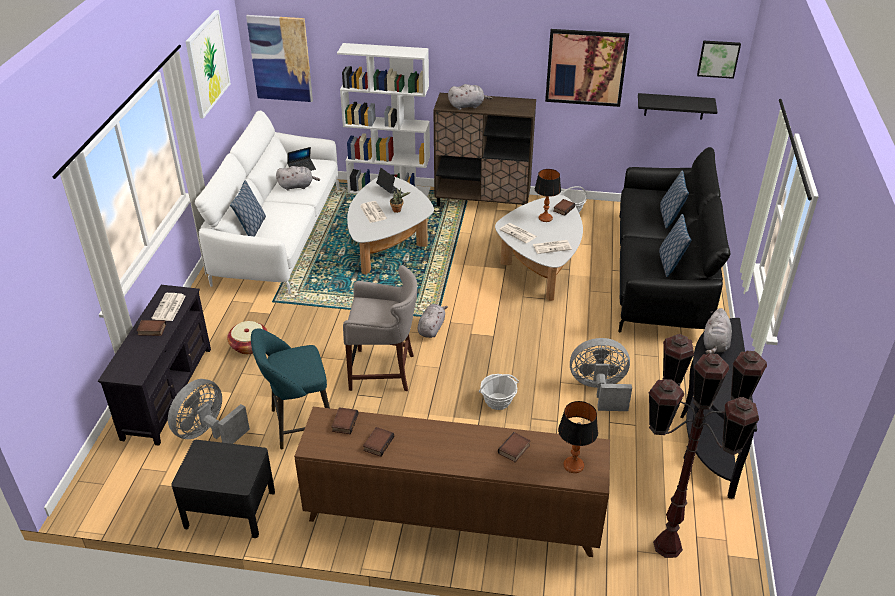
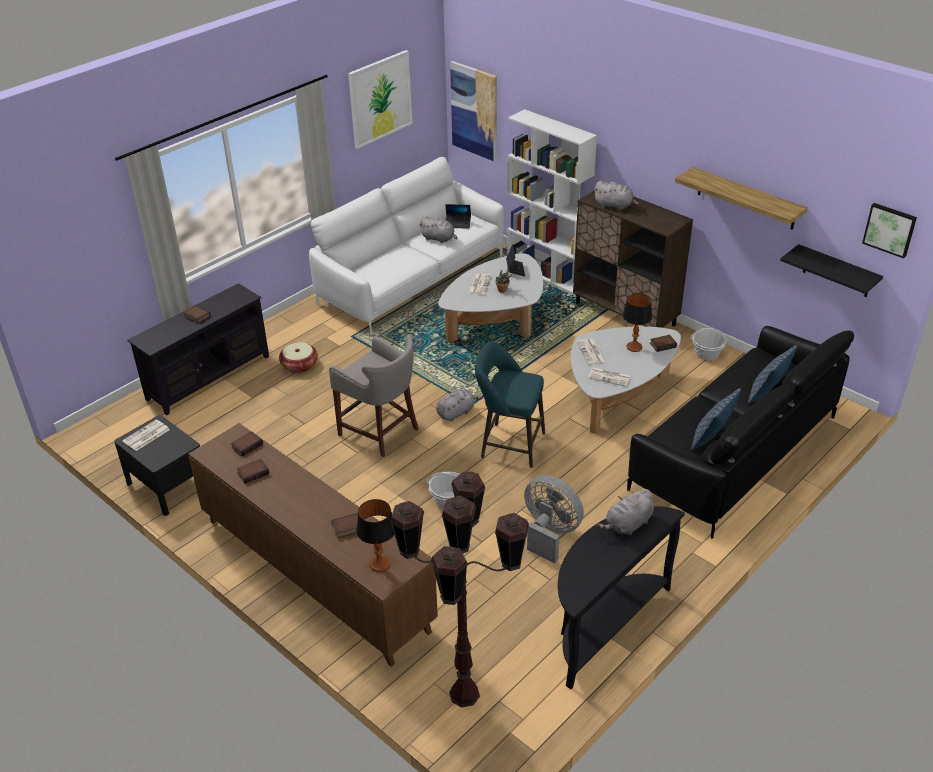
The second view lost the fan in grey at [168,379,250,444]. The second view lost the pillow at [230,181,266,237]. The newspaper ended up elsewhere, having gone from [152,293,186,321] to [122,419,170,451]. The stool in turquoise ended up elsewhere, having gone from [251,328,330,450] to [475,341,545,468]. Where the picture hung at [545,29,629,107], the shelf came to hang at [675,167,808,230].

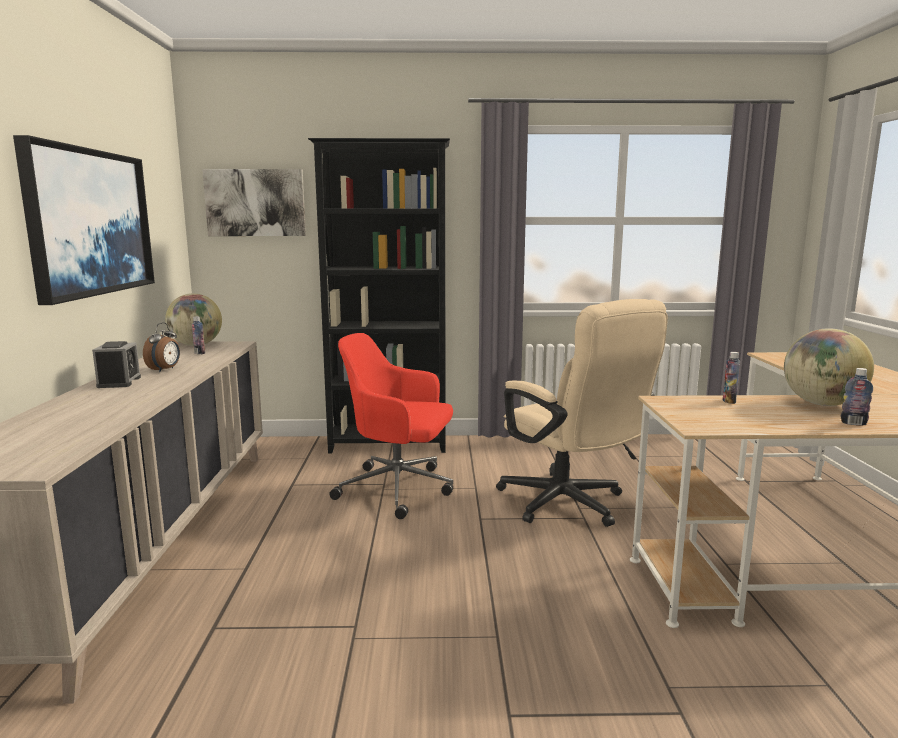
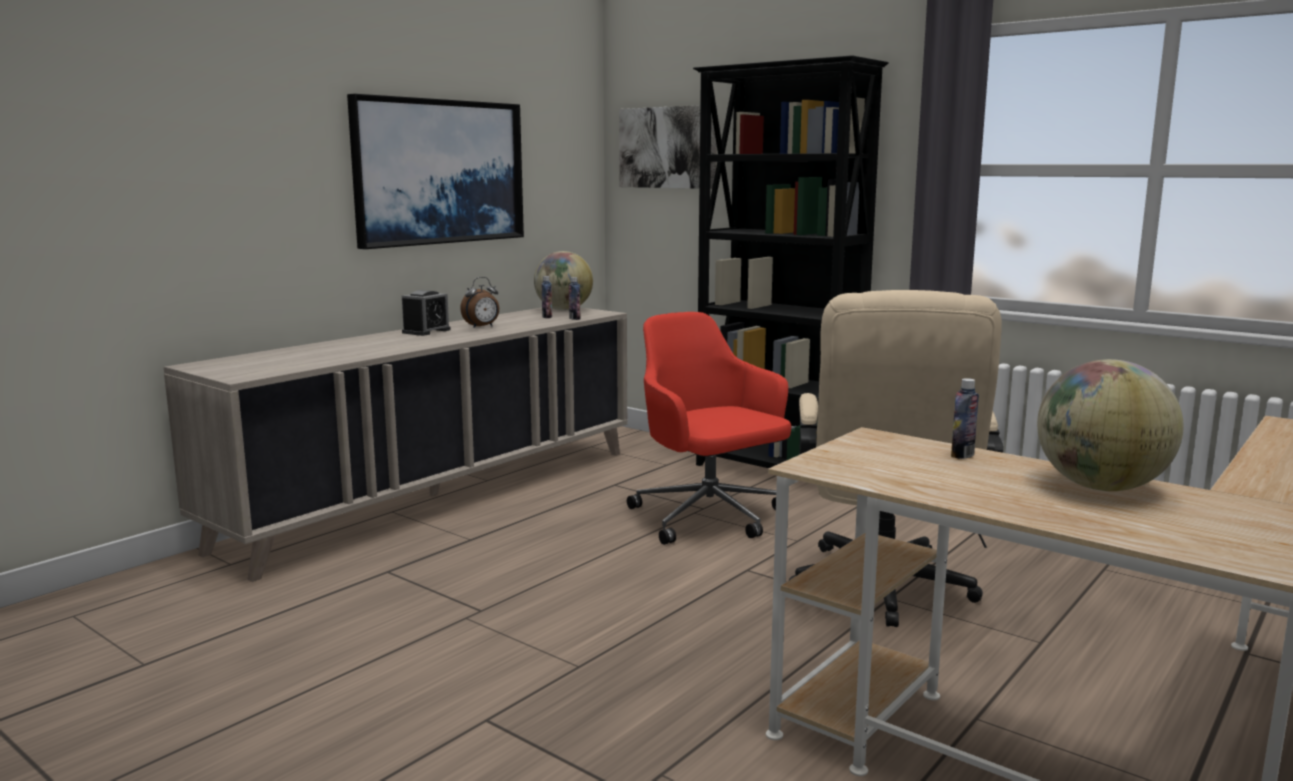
The bottle ended up elsewhere, having gone from [841,368,873,426] to [569,277,581,320].

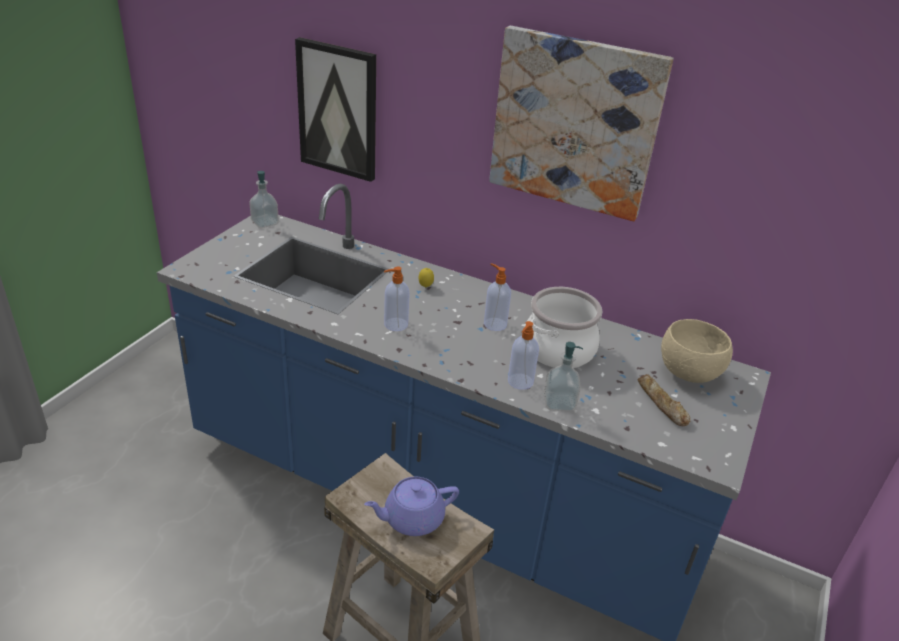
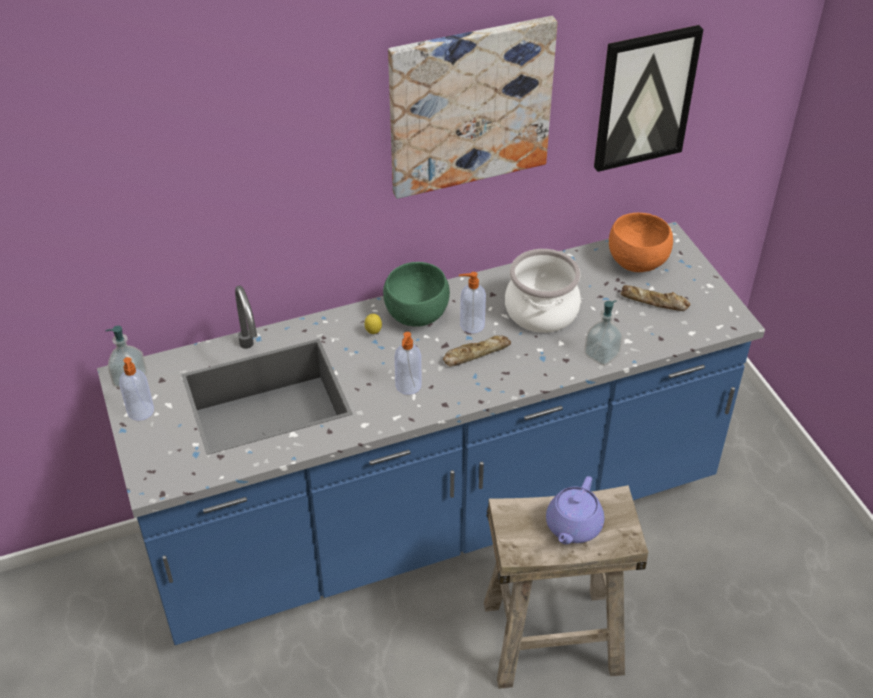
The second view gained the bowl in green at [383,262,450,327]. The second view gained the bread at [443,335,511,366]. The picture ended up elsewhere, having gone from [295,37,376,182] to [594,25,703,172]. The soap dispenser ended up elsewhere, having gone from [508,321,539,390] to [119,357,154,421]. What was the bowl in beige at [661,319,733,383] turned into the bowl in orange at [609,213,673,272].

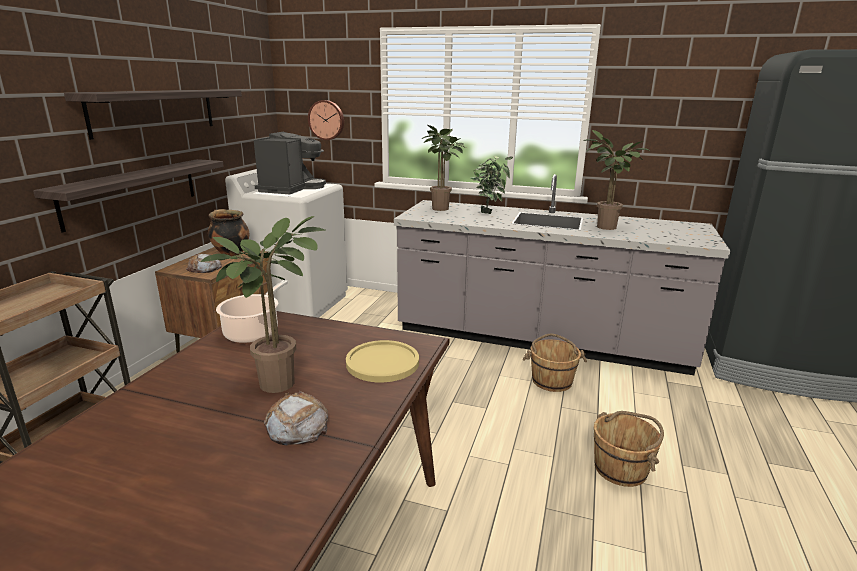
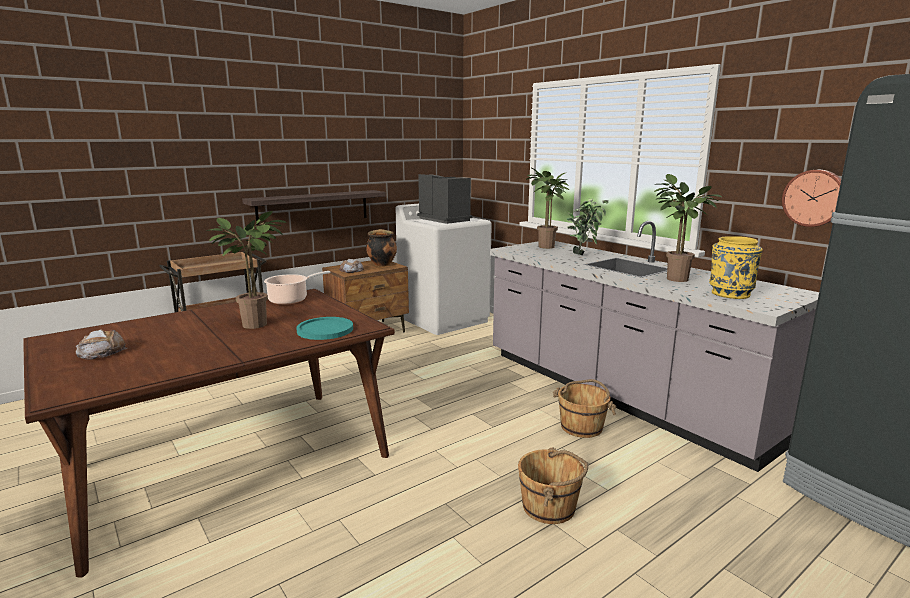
The second view lost the shelf at [64,90,242,140]. The second view gained the vase in yellow at [709,236,763,299]. The bread ended up elsewhere, having gone from [264,391,329,445] to [75,329,127,360]. The wall clock ended up elsewhere, having gone from [308,100,344,140] to [782,170,841,227]. What was the plate in yellow at [346,340,419,382] turned into the plate in turquoise at [296,317,353,340]. The coffee machine at [254,132,326,194] ended up facing another way, 90 degrees counterclockwise from before.

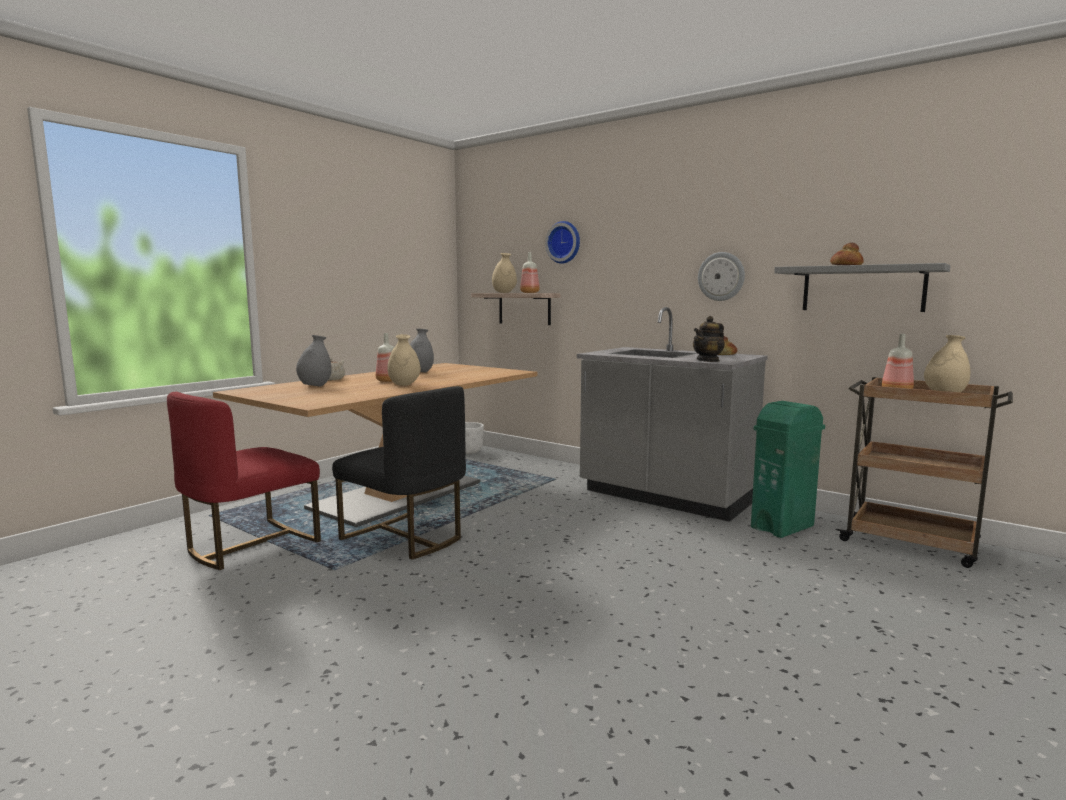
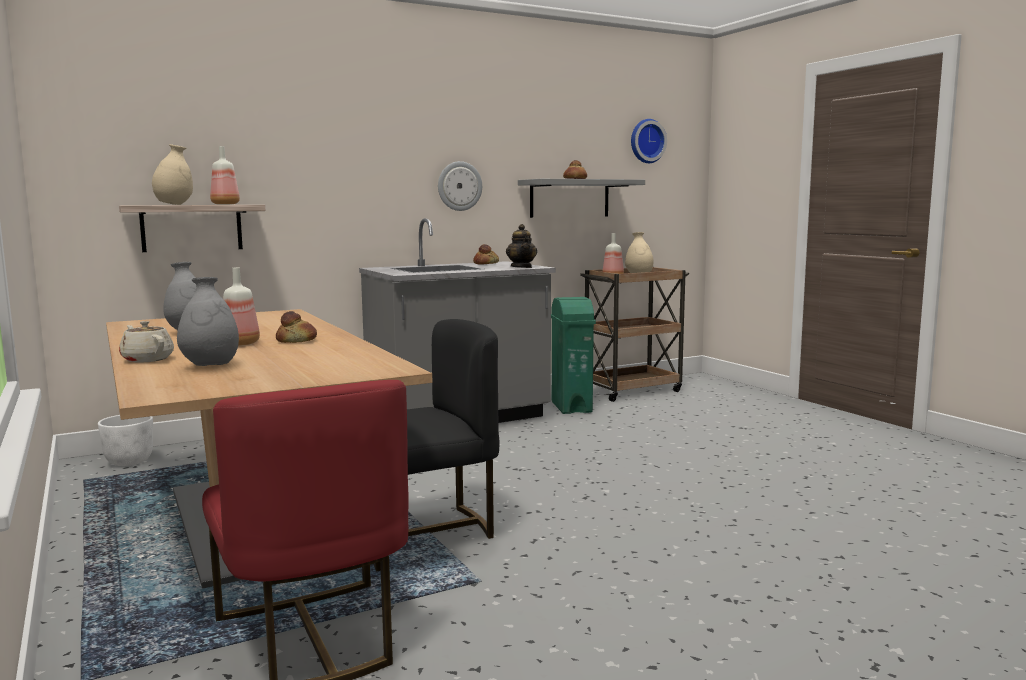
The wall clock ended up elsewhere, having gone from [545,221,580,264] to [631,119,667,163]. Where the vase in beige stood at [387,334,421,386], the bread came to stand at [276,311,317,343].

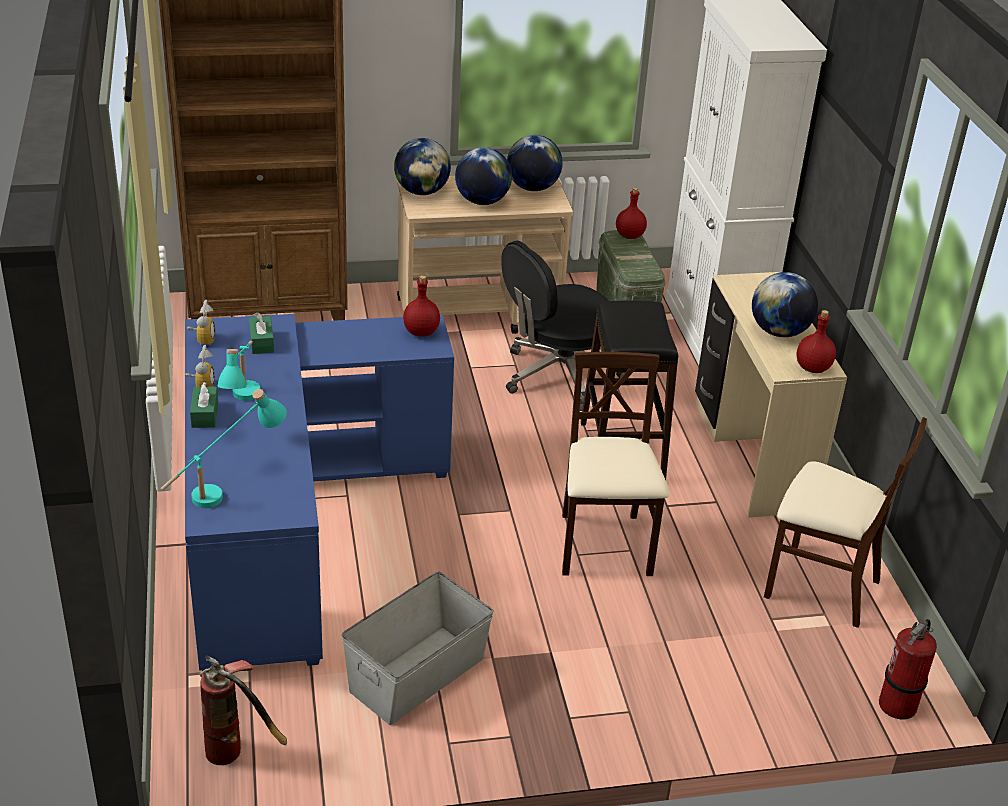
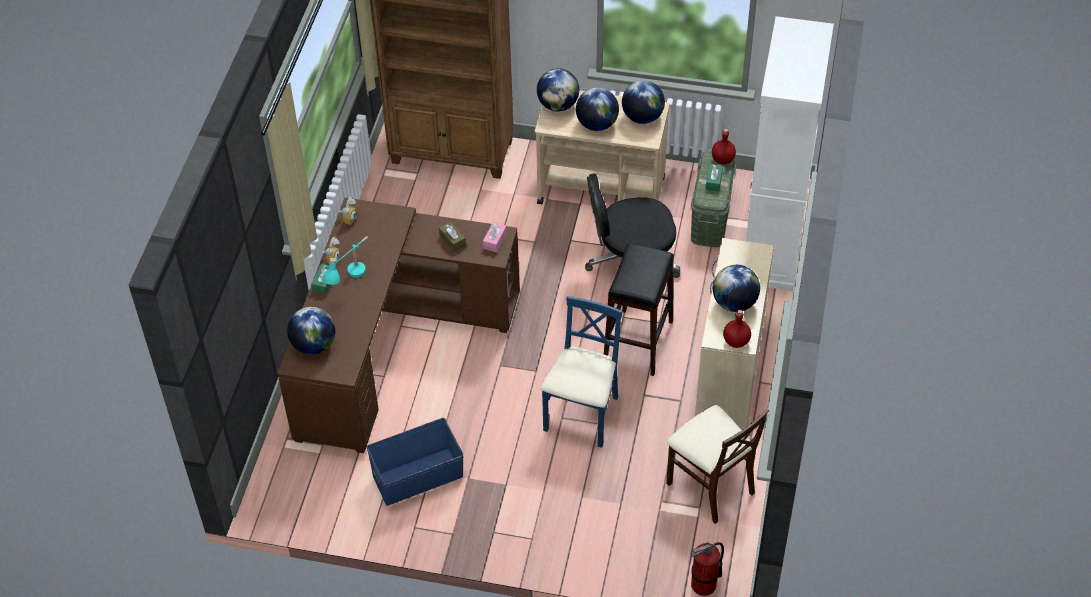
The second view lost the fire extinguisher at [200,656,287,765]. The second view gained the tissue box in brown at [439,222,466,252]. The tissue box in green ended up elsewhere, having gone from [249,313,274,354] to [705,164,723,192]. Where the table lamp in turquoise stood at [160,389,287,508], the globe came to stand at [287,307,336,355]. Where the bottle in red stood at [403,275,440,337], the tissue box in pink came to stand at [483,222,507,252]. What was the desk in blue at [185,314,454,671] turned into the desk in brown at [278,198,520,453]. What was the storage box in grey at [342,572,494,725] turned into the storage box in blue at [367,418,463,506]. What was the chair in beige at [562,352,669,576] turned into the chair in blue at [540,296,622,448].

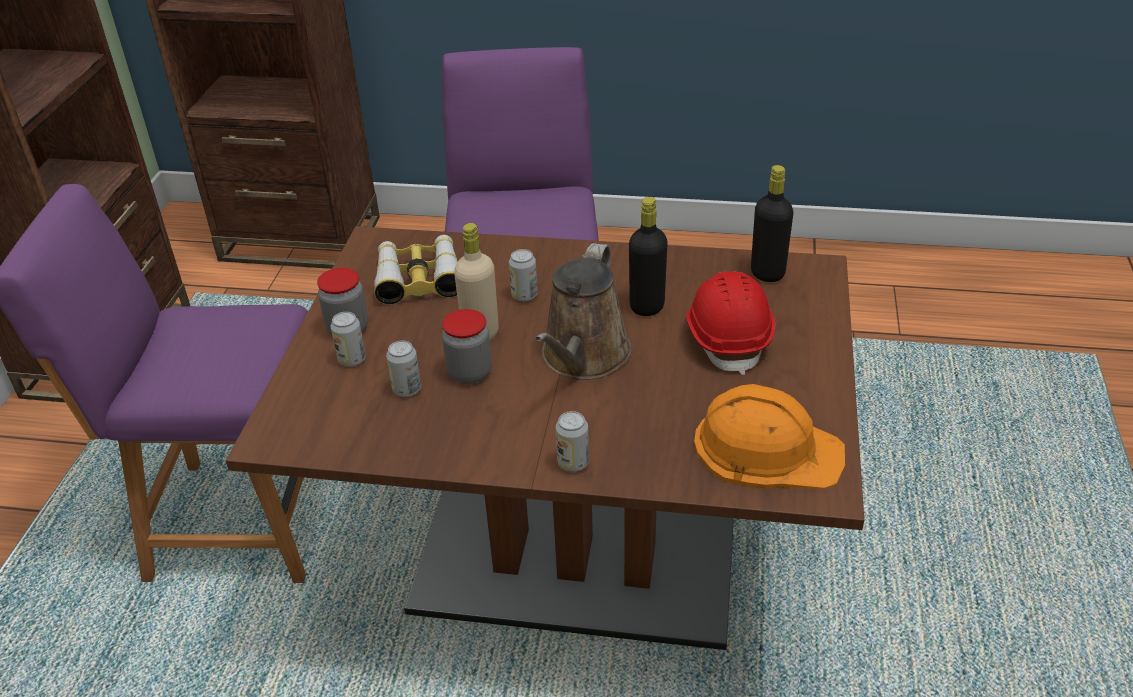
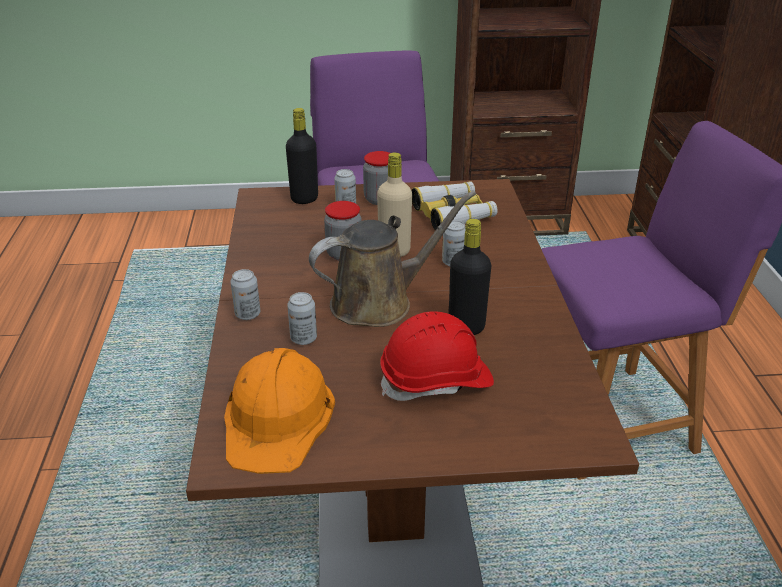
The can ended up elsewhere, having gone from [386,340,421,397] to [287,292,317,345]. The bottle in black ended up elsewhere, having gone from [751,165,793,282] to [286,108,318,204]. The watering can in brown at [535,243,632,380] ended up facing another way, 150 degrees clockwise from before.

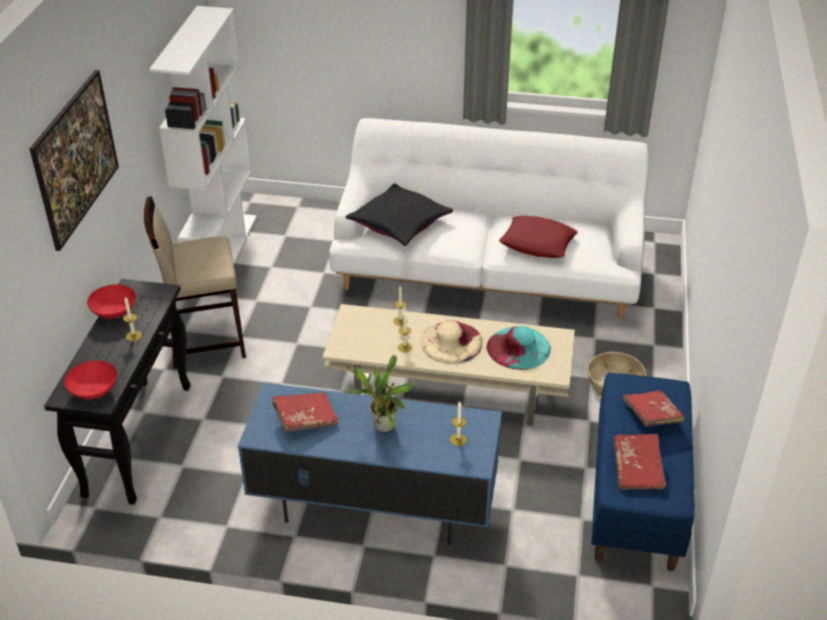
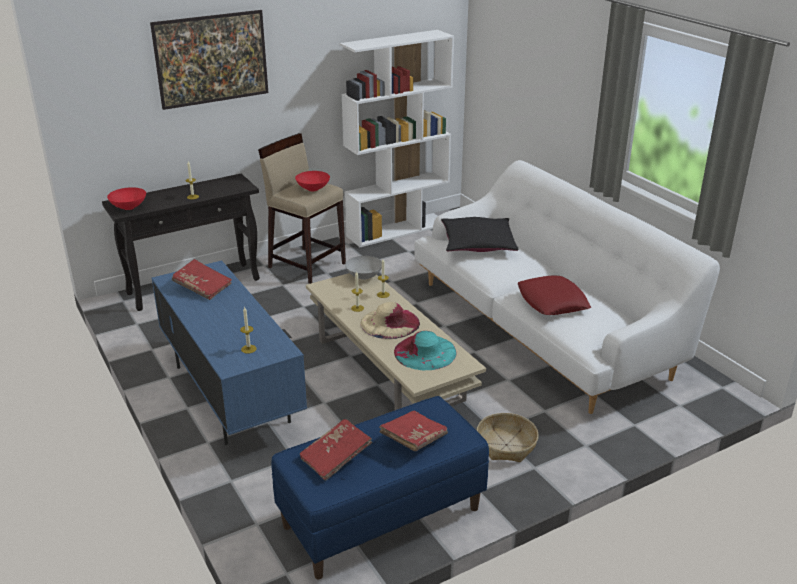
The second view lost the potted plant at [346,355,417,432]. The second view gained the bowl in grey at [345,256,382,280]. The bowl in red ended up elsewhere, having gone from [87,284,136,319] to [295,171,330,191].

